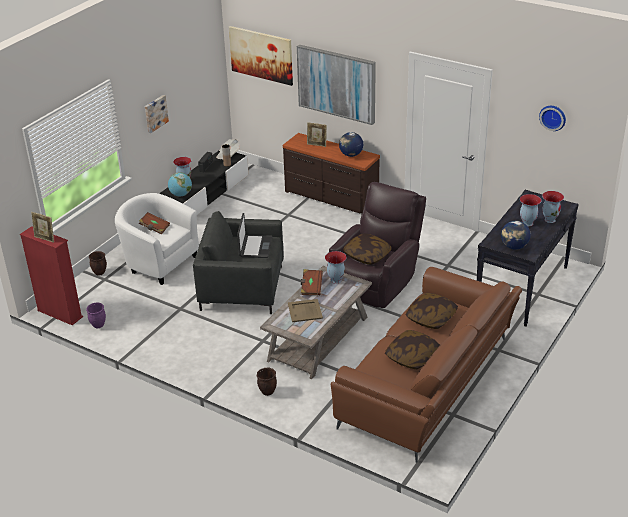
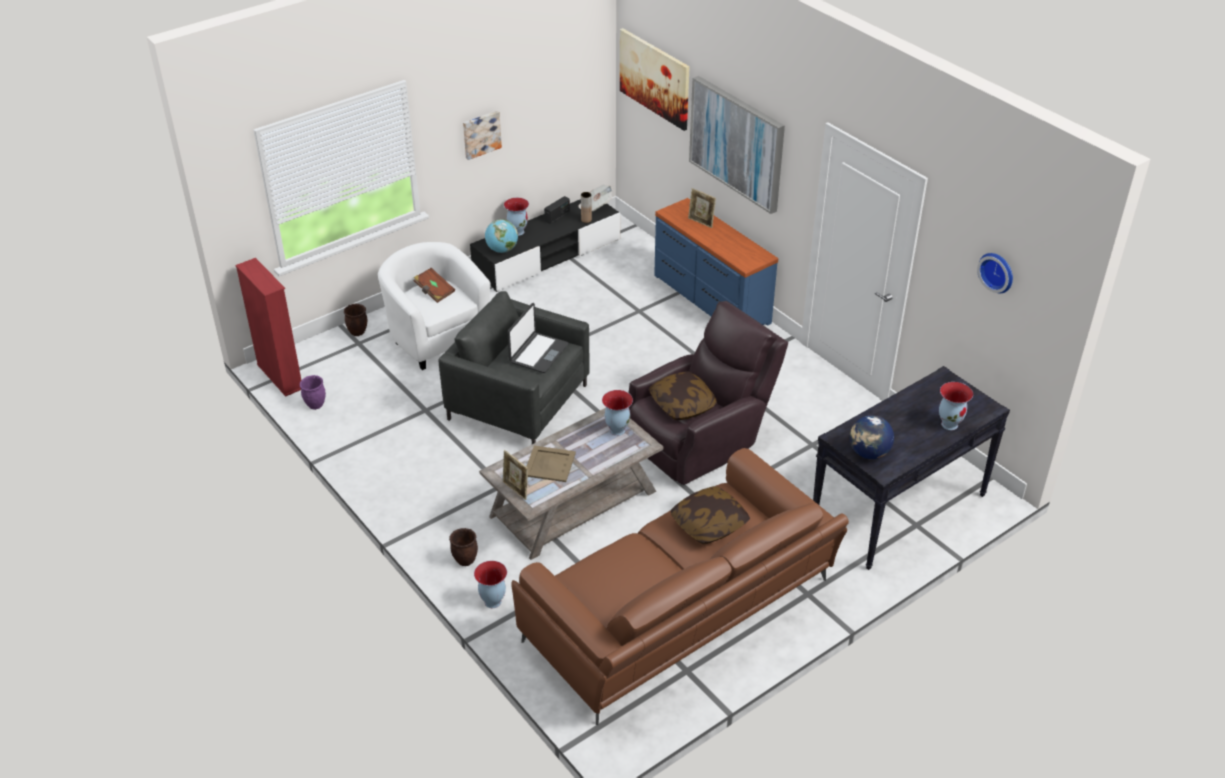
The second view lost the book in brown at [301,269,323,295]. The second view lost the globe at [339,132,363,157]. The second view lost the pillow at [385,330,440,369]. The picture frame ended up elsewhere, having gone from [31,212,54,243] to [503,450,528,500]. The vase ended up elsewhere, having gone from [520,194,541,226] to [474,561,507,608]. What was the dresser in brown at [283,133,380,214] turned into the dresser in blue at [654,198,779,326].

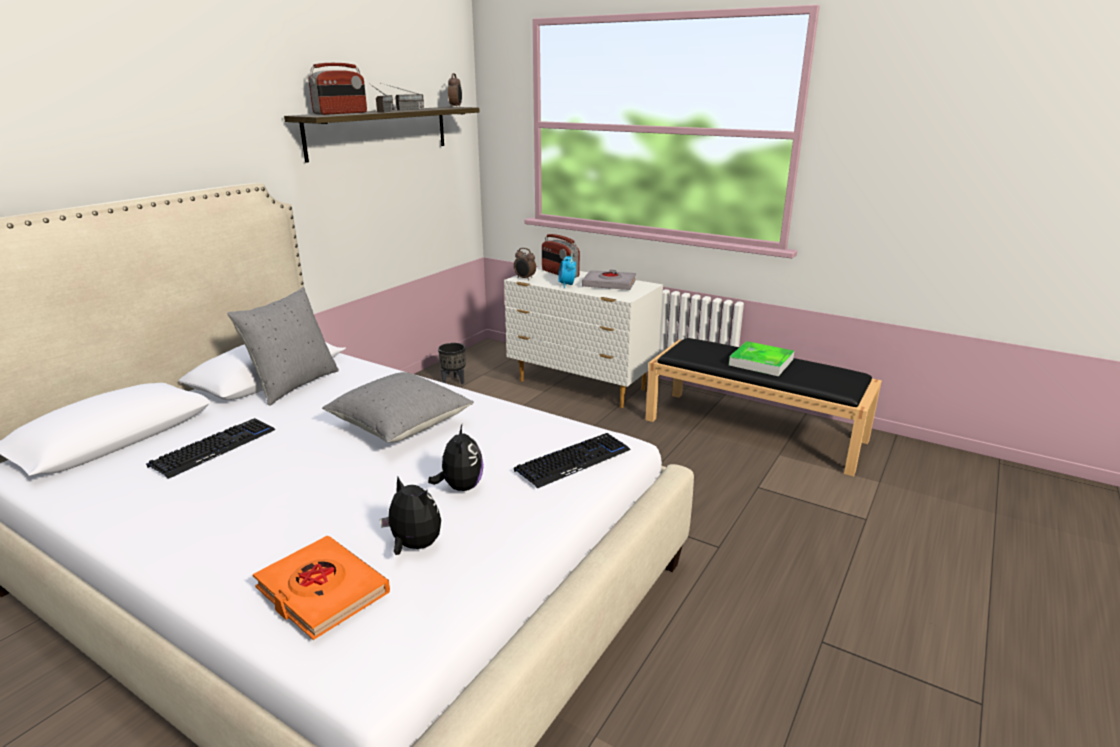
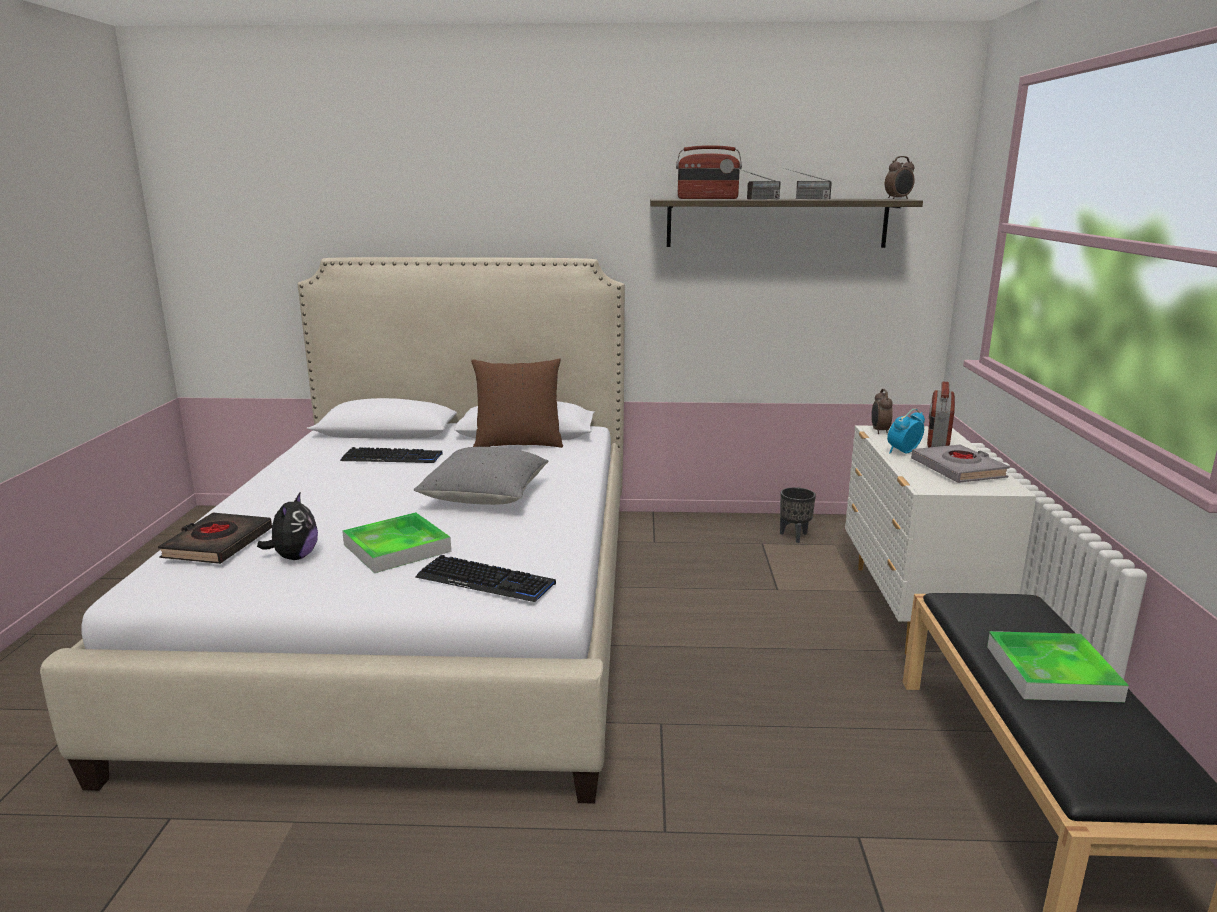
Where the plush toy stood at [428,425,484,491], the tray came to stand at [342,512,451,573]. What was the pillow in grey at [227,287,339,406] turned into the pillow in brown at [471,358,563,448]. What was the book in orange at [253,536,390,640] turned into the book in black at [158,513,272,564].

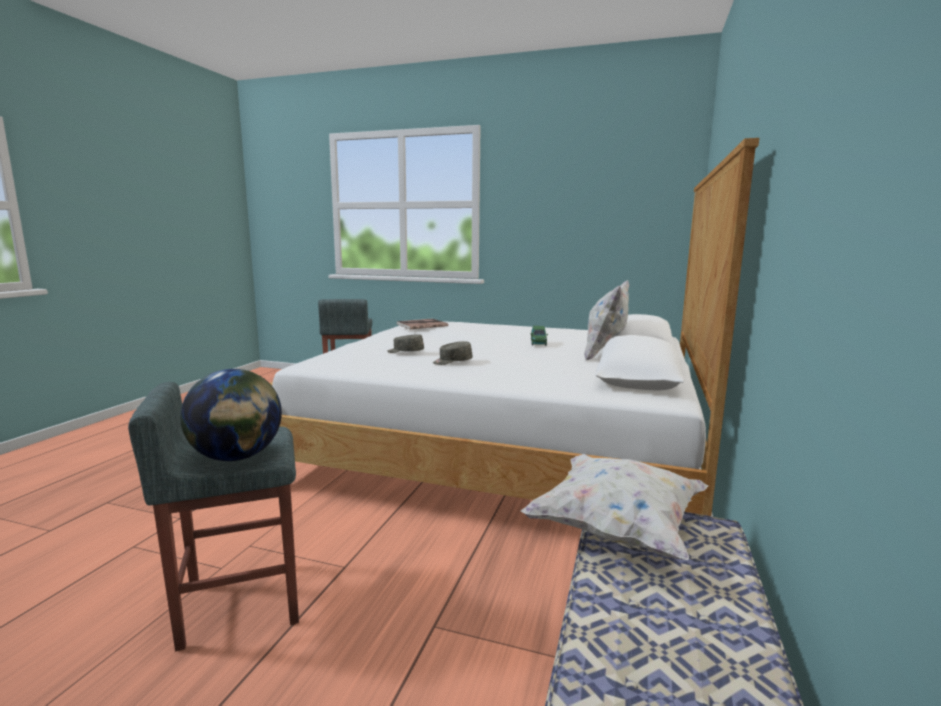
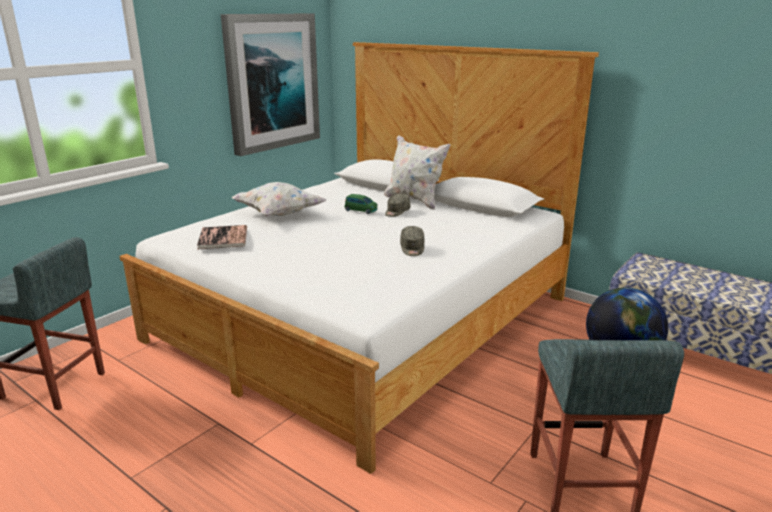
The second view gained the picture at [221,14,320,156]. The cap in grey ended up elsewhere, having gone from [387,334,424,353] to [385,194,410,217]. The pillow in white ended up elsewhere, having gone from [521,454,709,560] to [232,182,326,217].

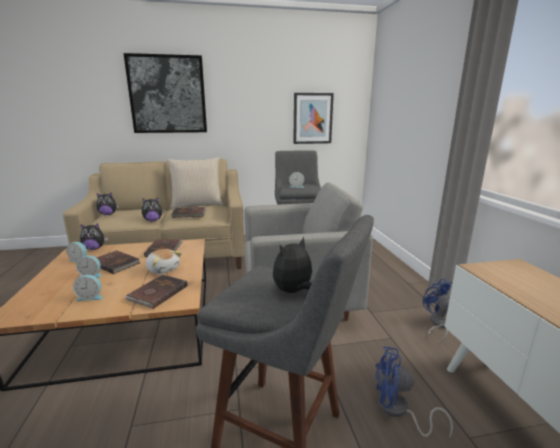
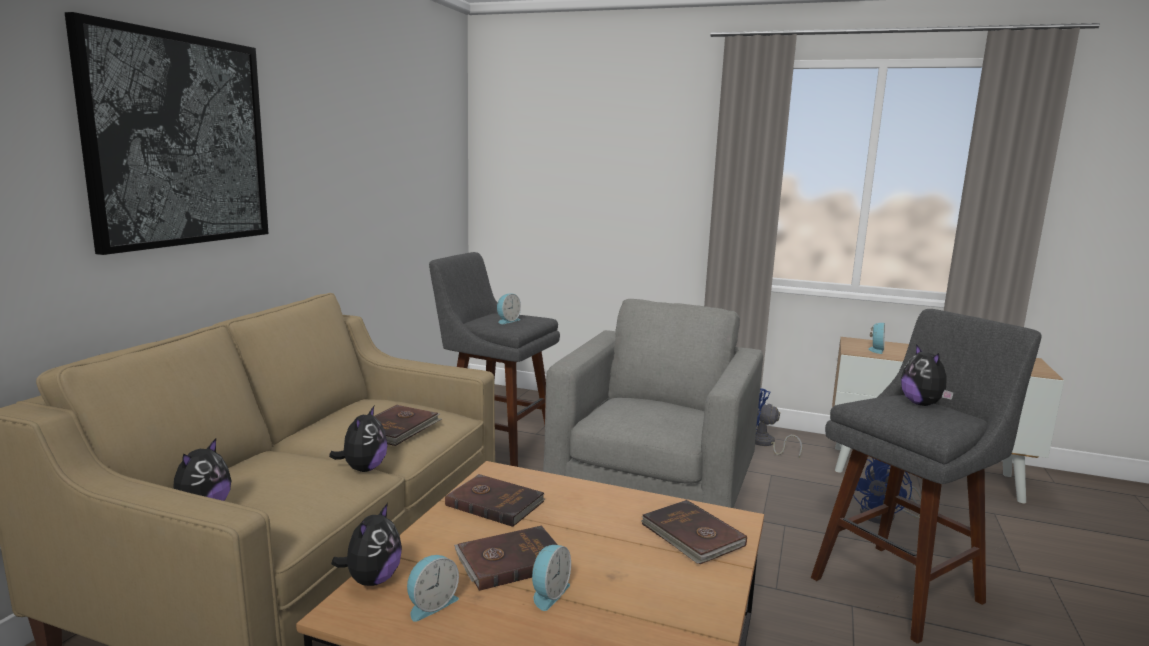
The second view lost the plush toy at [146,249,182,274]. The second view lost the pillow in beige at [167,157,223,209]. The second view lost the picture at [293,93,334,144]. The alarm clock ended up elsewhere, having gone from [73,275,103,301] to [868,323,885,354].

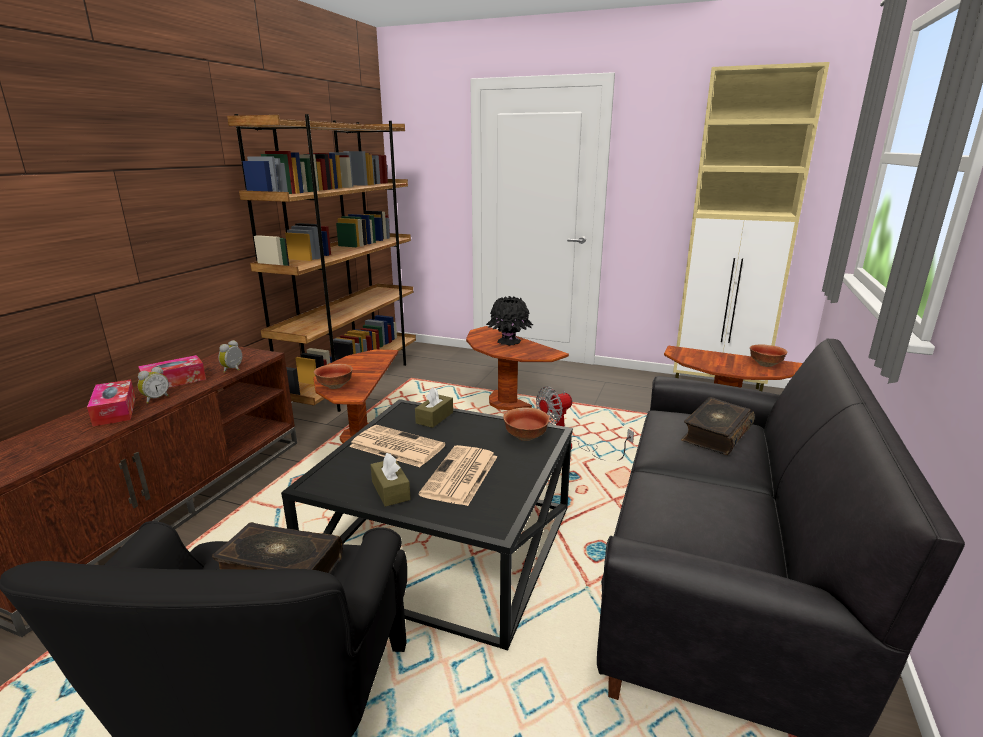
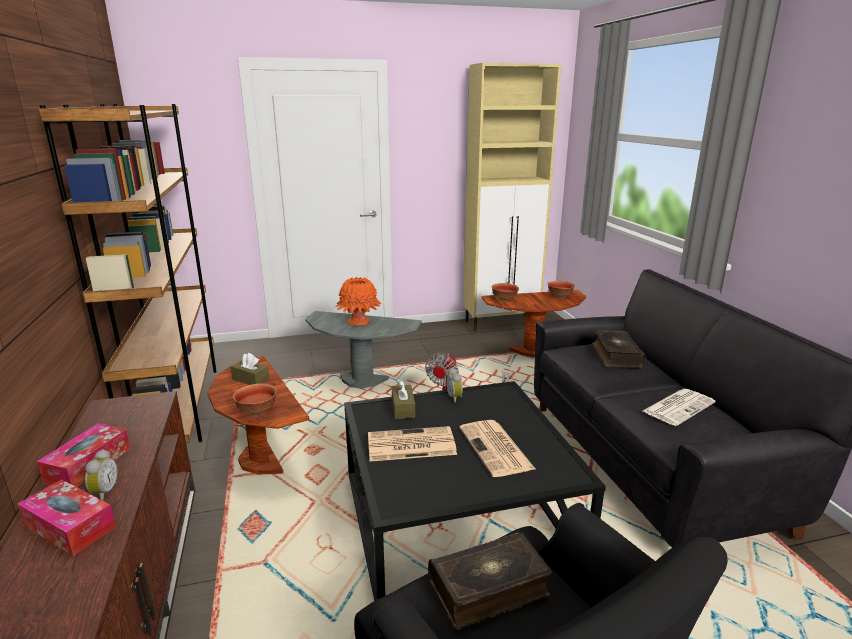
The second view gained the newspaper at [643,389,715,426]. The alarm clock ended up elsewhere, having gone from [218,340,242,373] to [446,368,463,403]. The tissue box in brown ended up elsewhere, having gone from [370,453,411,507] to [230,353,270,385]. The bowl ended up elsewhere, having gone from [503,407,550,441] to [492,283,519,301]. What was the side table in brown at [466,326,569,410] turned into the side table in grey at [305,311,422,389]. What was the vase in black at [486,296,533,346] turned into the vase in orange at [335,277,381,326].

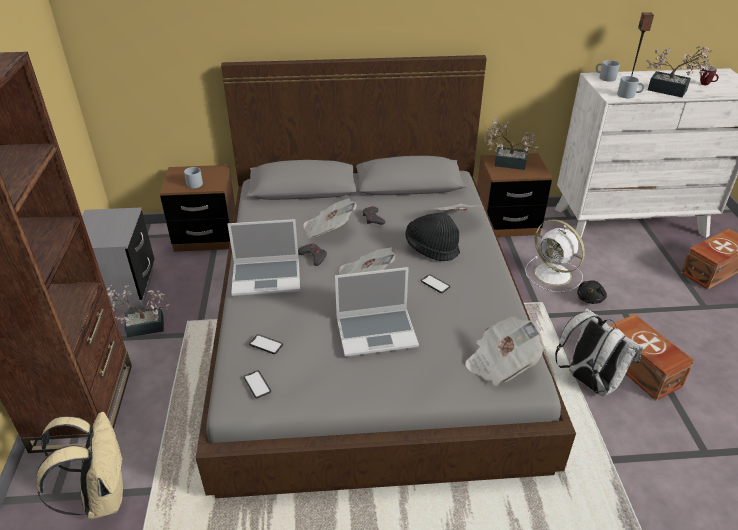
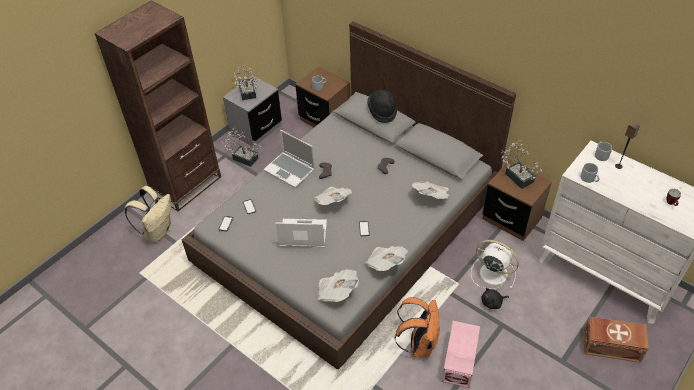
The newspaper ended up elsewhere, having gone from [303,198,357,239] to [365,246,408,271]. The hat in black ended up elsewhere, having gone from [405,213,460,261] to [367,90,397,123]. The potted plant ended up elsewhere, having gone from [647,46,712,97] to [234,65,261,100]. What was the backpack in white at [555,309,643,396] turned into the backpack in orange at [395,297,440,358]. What was the storage box in brown at [609,314,695,401] turned into the storage box in pink at [442,321,480,388]. The laptop at [335,267,419,357] ended up facing another way, 150 degrees clockwise from before. The fan in white at [525,219,585,293] ended up facing another way, 120 degrees clockwise from before.

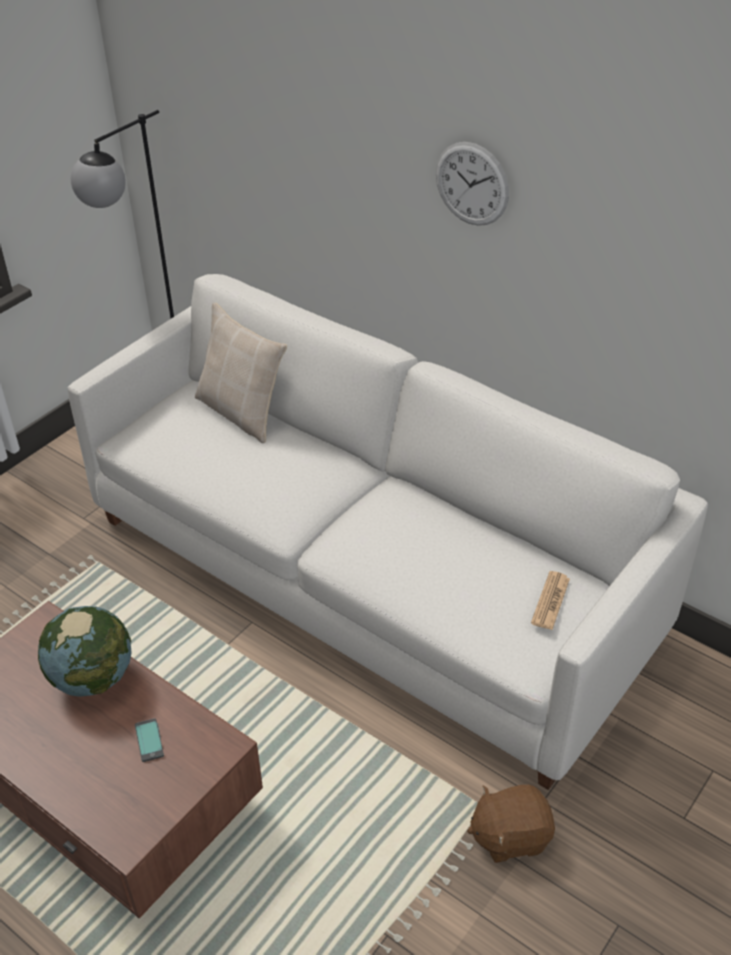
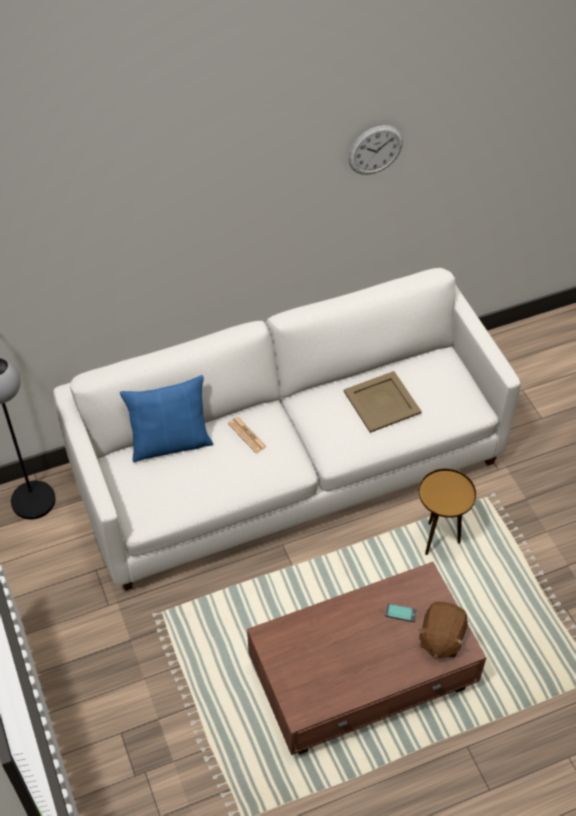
The second view lost the globe at [38,606,131,697]. The second view gained the tray in beige at [344,371,422,433]. The second view gained the side table in brown at [419,469,476,555]. The wall clock ended up elsewhere, having gone from [436,142,509,226] to [348,125,403,175]. The plush toy in brown ended up elsewhere, having gone from [467,784,555,863] to [418,602,468,659]. The newspaper ended up elsewhere, having gone from [531,571,570,630] to [228,417,267,453]. What was the pillow in beige at [195,303,287,443] turned into the pillow in blue at [120,375,213,462].

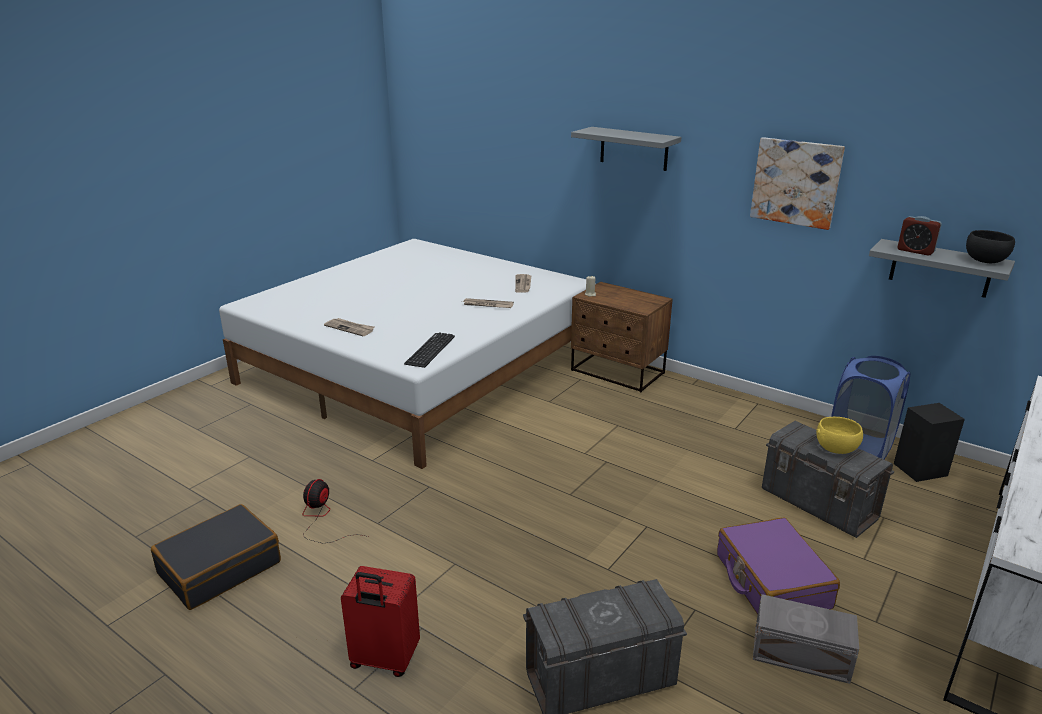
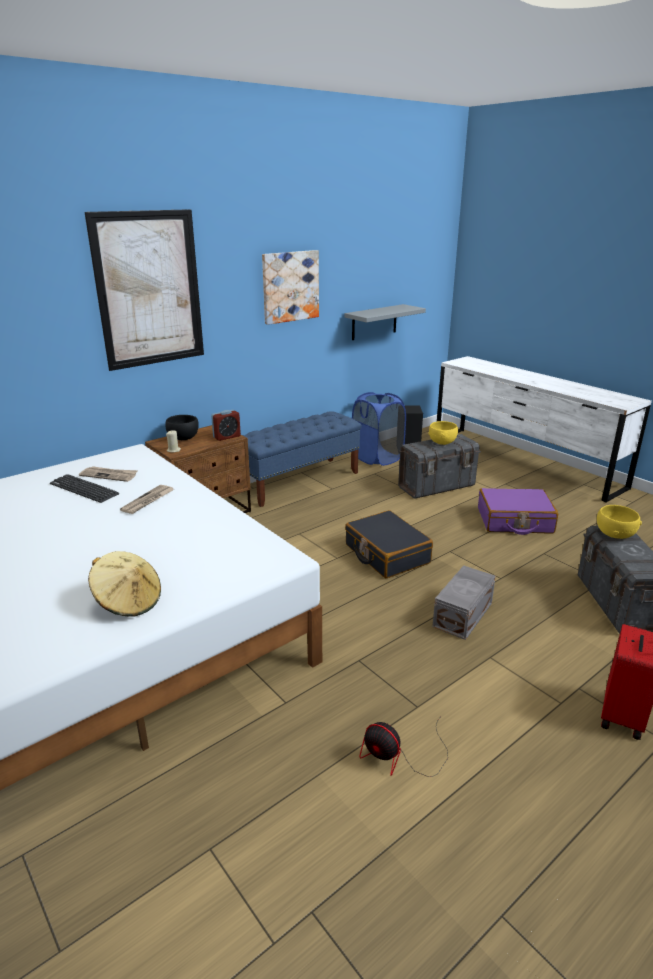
The second view gained the bench in blue at [243,411,362,507]. The second view gained the bowl in yellow at [597,505,642,539]. The suitcase in black ended up elsewhere, having gone from [151,504,281,610] to [345,510,433,578]. The keyboard ended up elsewhere, having gone from [404,332,455,368] to [50,474,119,503]. The storage box in grey ended up elsewhere, having gone from [753,594,859,684] to [432,565,496,640]. The alarm clock ended up elsewhere, having gone from [898,216,942,256] to [211,410,241,441]. The bowl in black ended up elsewhere, having gone from [966,230,1015,263] to [165,415,199,440]. Where the newspaper stood at [324,318,375,336], the hat in beige came to stand at [88,551,161,617]. Where the shelf in grey hung at [571,127,681,171], the picture came to hang at [84,209,204,371].

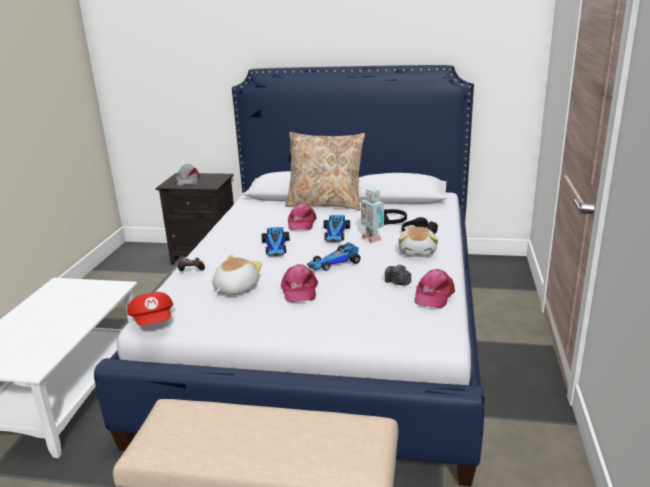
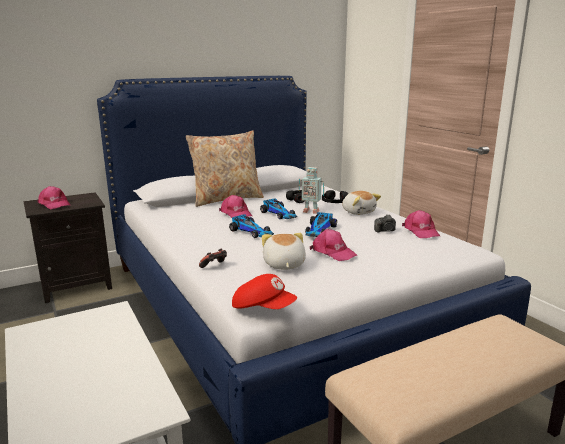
What was the cap in grey at [176,164,200,185] turned into the cap in pink at [37,186,70,209].

